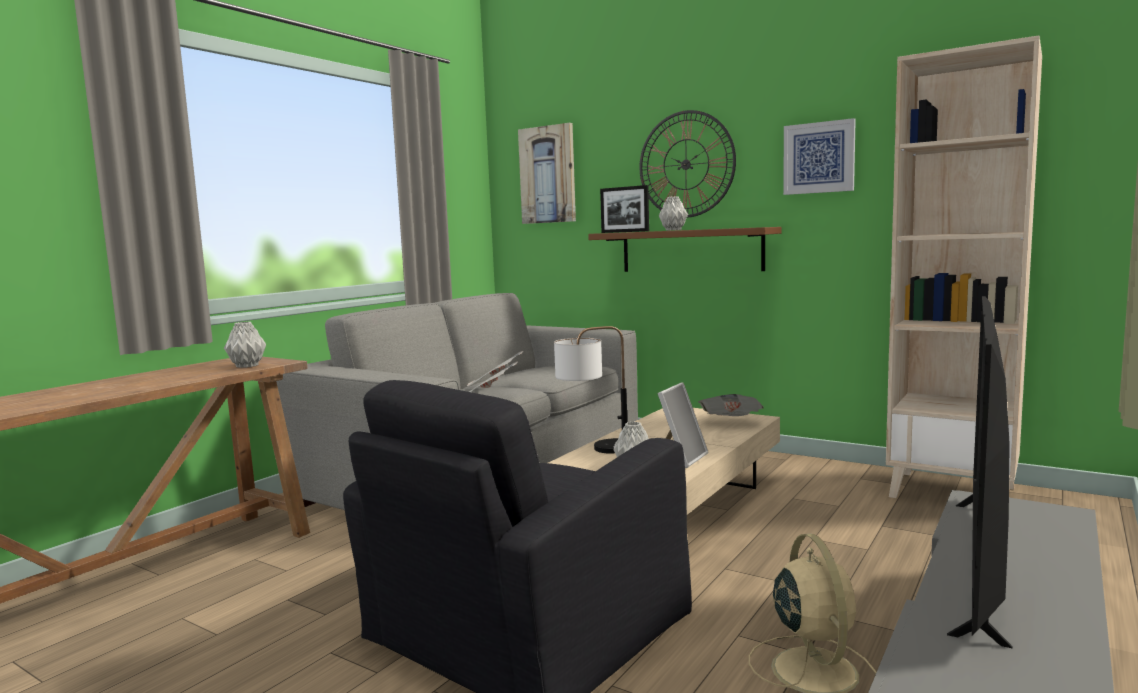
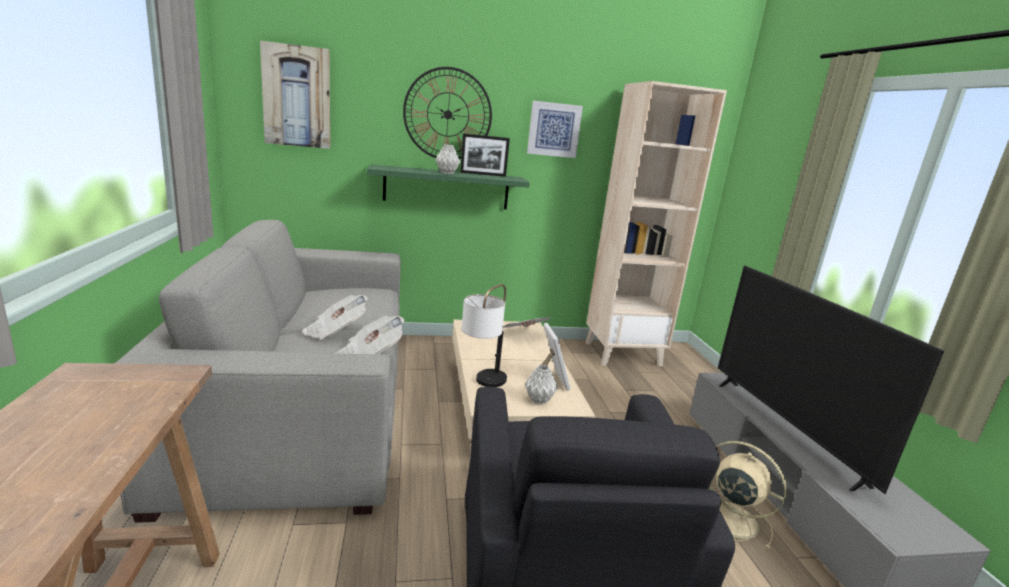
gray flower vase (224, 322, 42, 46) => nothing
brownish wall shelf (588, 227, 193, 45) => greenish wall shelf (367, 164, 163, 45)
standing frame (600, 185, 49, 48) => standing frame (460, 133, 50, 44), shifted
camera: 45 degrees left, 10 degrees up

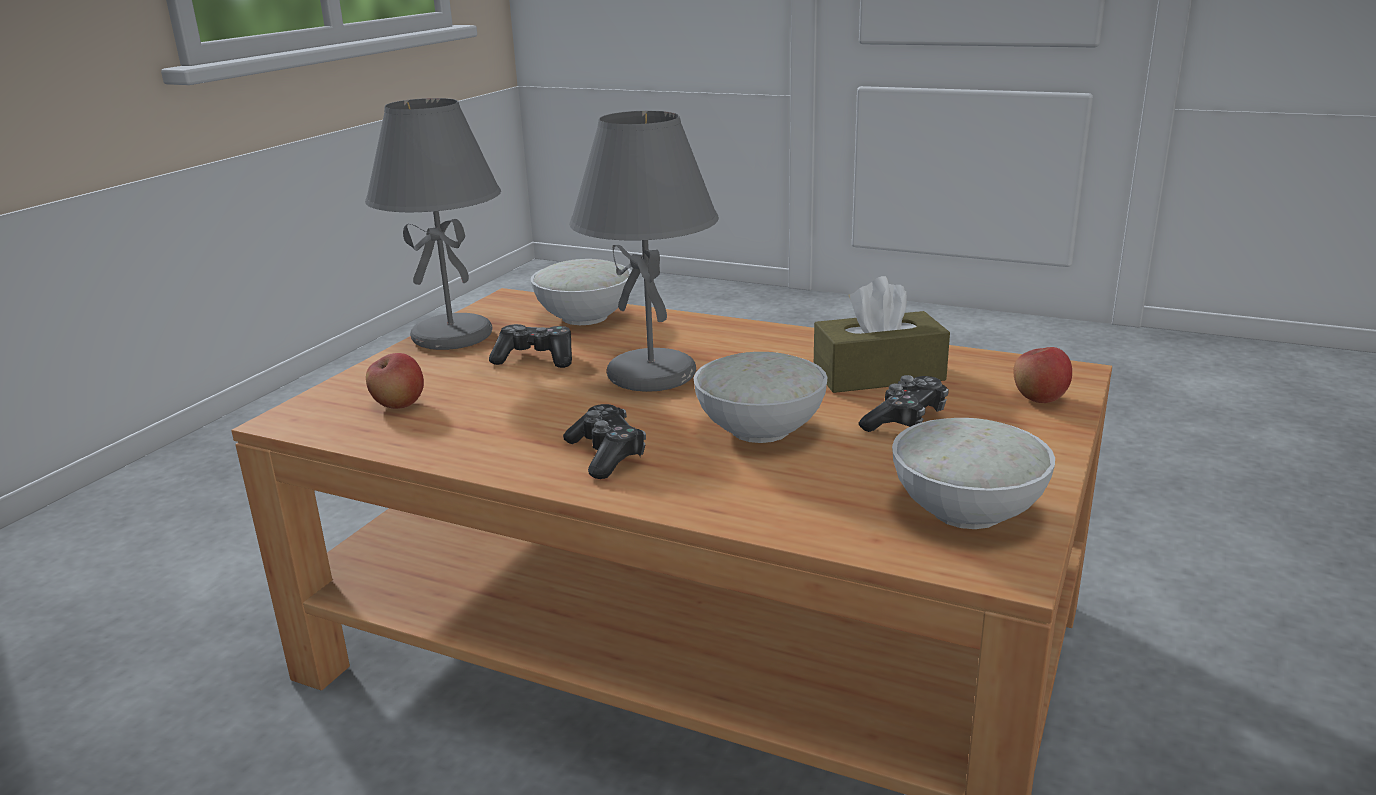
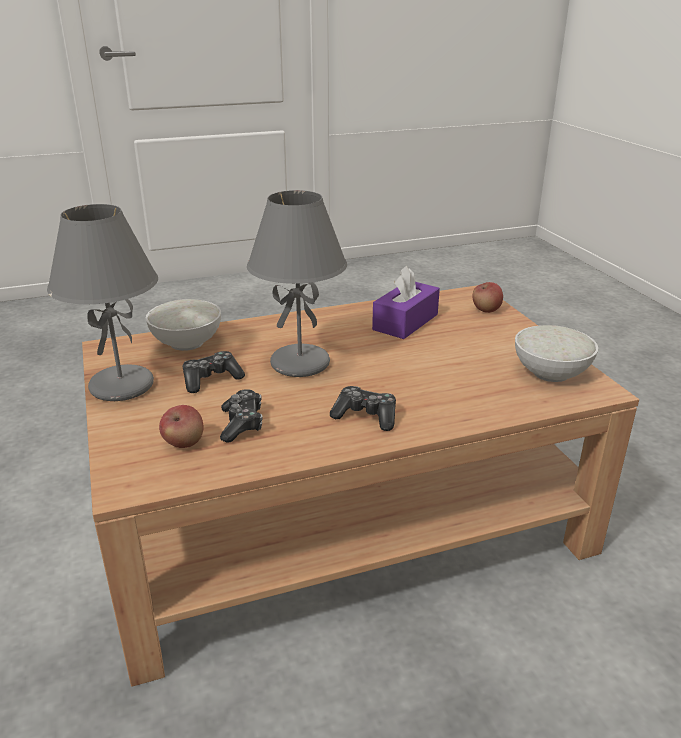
white bowl (694, 352, 133, 91) => nothing
brownish tissue box (814, 276, 136, 117) => purple tissue box (372, 266, 68, 73)
game controller (859, 375, 90, 57) => game controller (220, 389, 43, 54), shifted
camera: 45 degrees left, 5 degrees up

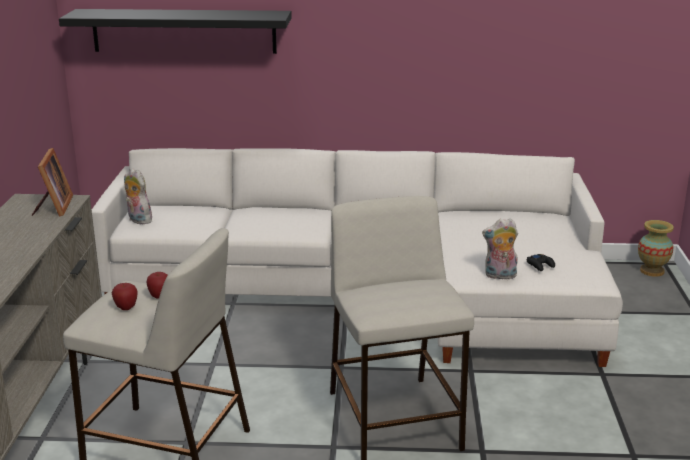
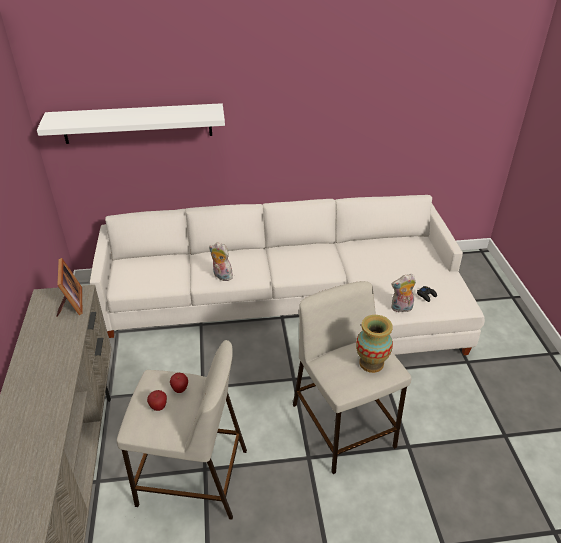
blackish wall shelf (59, 9, 233, 45) => white wall shelf (37, 103, 188, 41)
soft toy (124, 168, 28, 56) => soft toy (209, 242, 24, 39), shifted
flower vase (638, 220, 36, 57) => flower vase (356, 315, 37, 58), shifted
camera: 10 degrees left, 15 degrees up

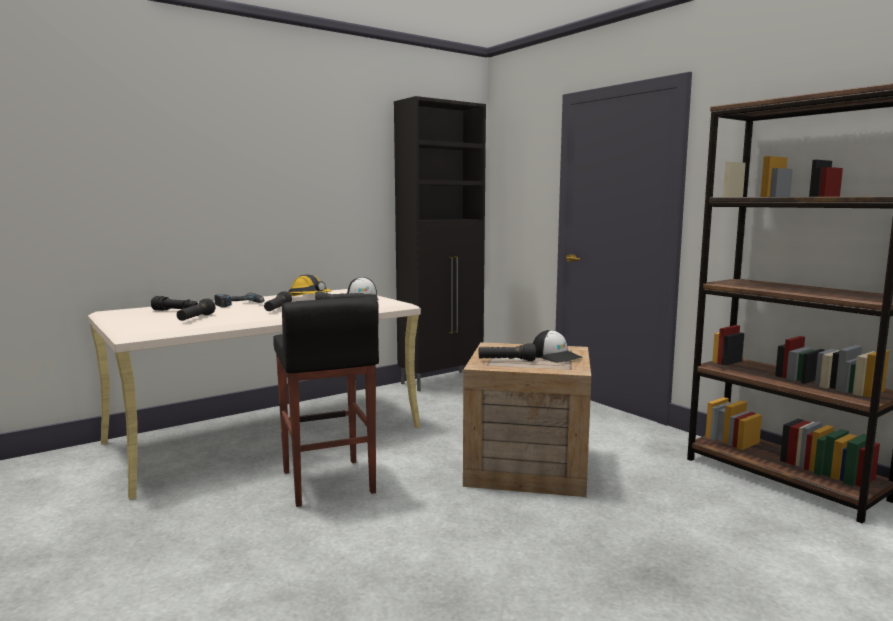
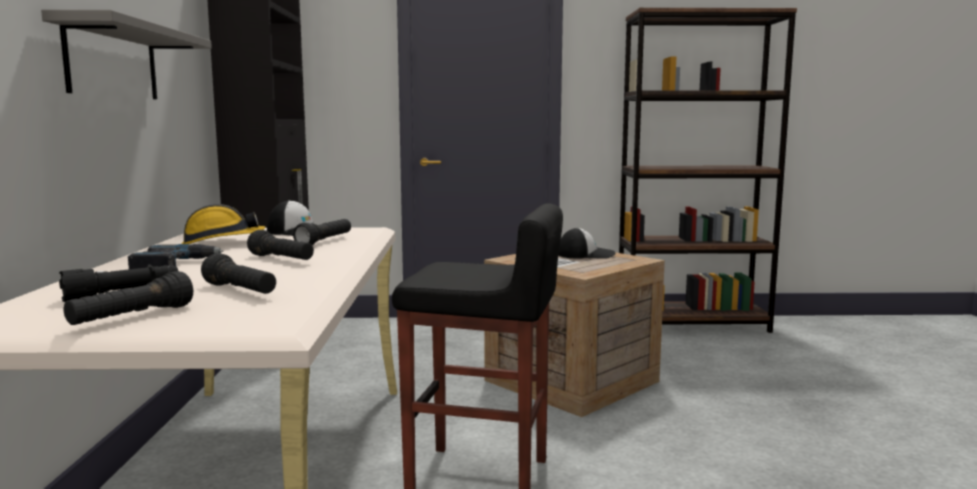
blackish hand torch (479, 343, 57, 18) => blackish hand torch (64, 271, 129, 54), shifted
nothing => gray wall shelf (41, 10, 171, 89)
camera: 55 degrees left, 0 degrees up

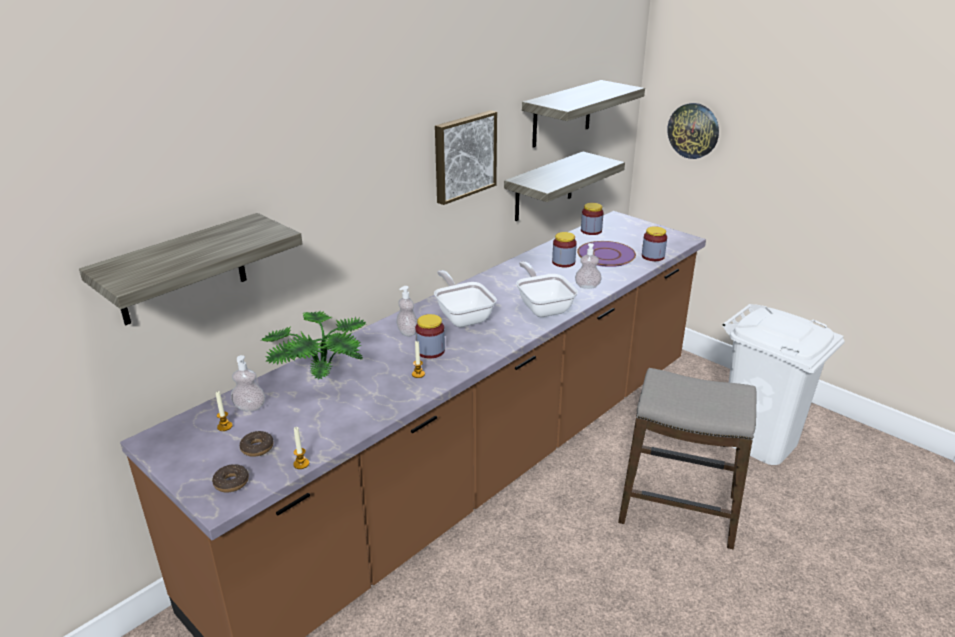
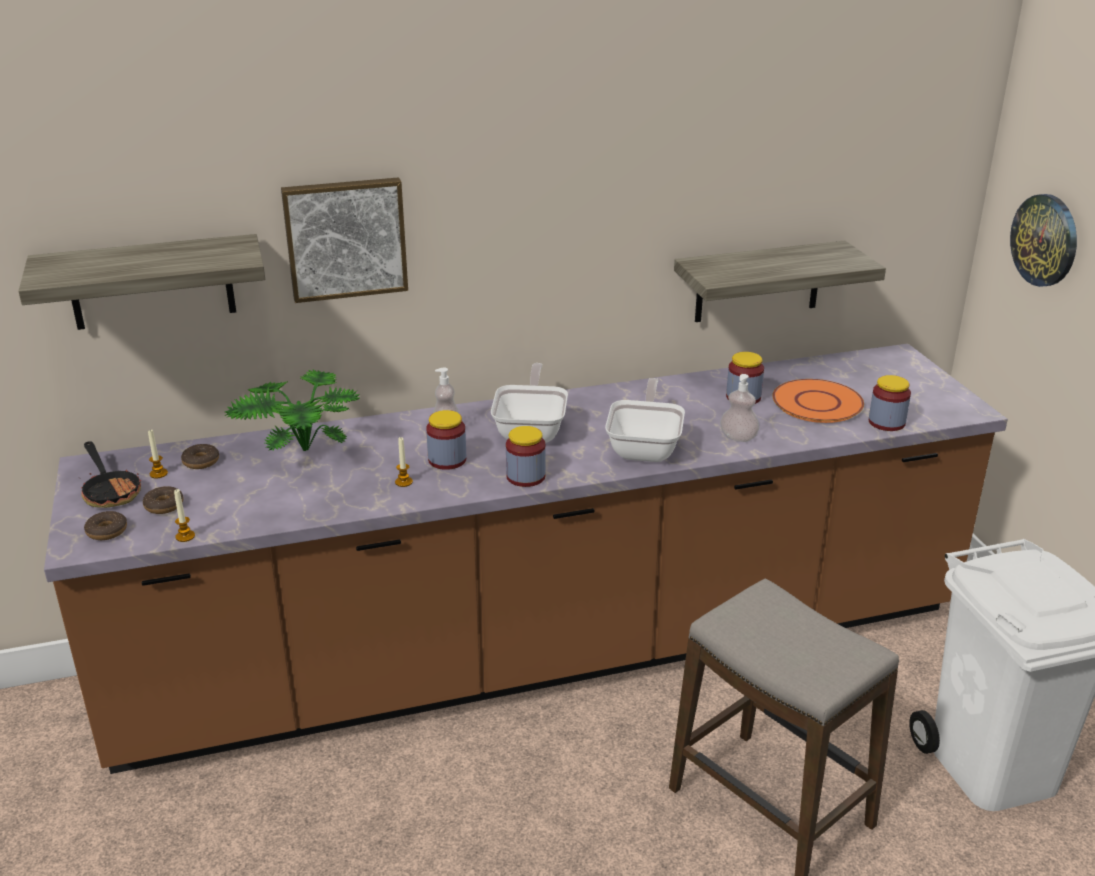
soap bottle (231, 355, 34, 56) => donut (181, 444, 38, 25)
wall picture (435, 110, 62, 95) => wall picture (281, 177, 127, 126), shifted
wall shelf (522, 80, 123, 67) => nothing
purple flat dish (577, 241, 59, 26) => orange flat dish (772, 379, 92, 44)
preserve jar (581, 203, 23, 32) => preserve jar (506, 426, 40, 61), shifted
nothing => skillet (78, 441, 63, 67)
camera: 30 degrees right, 0 degrees up

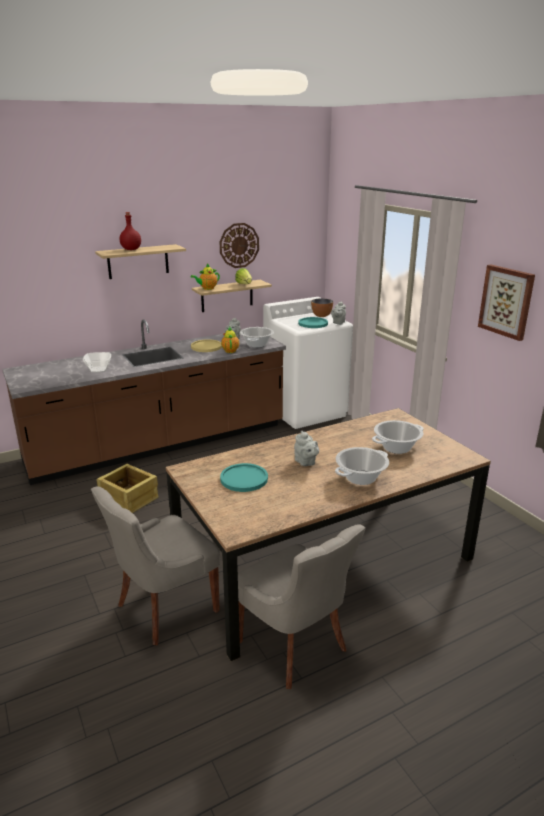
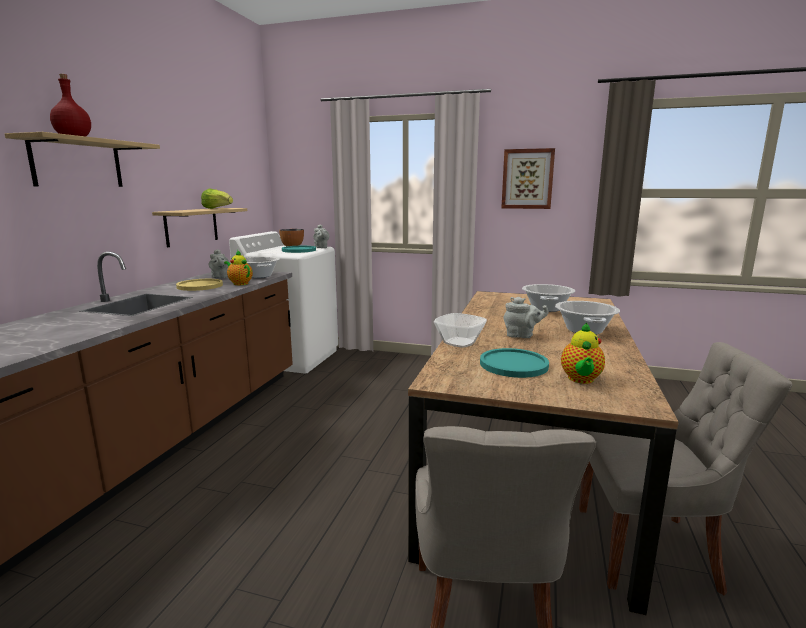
bowl (83, 352, 28, 21) => bowl (434, 313, 53, 35), shifted
crate (96, 464, 62, 49) => nothing
pot for tea (191, 264, 29, 26) => pot for tea (561, 322, 44, 62), shifted
clock on the wall (219, 223, 40, 45) => nothing
camera: 45 degrees left, 10 degrees down

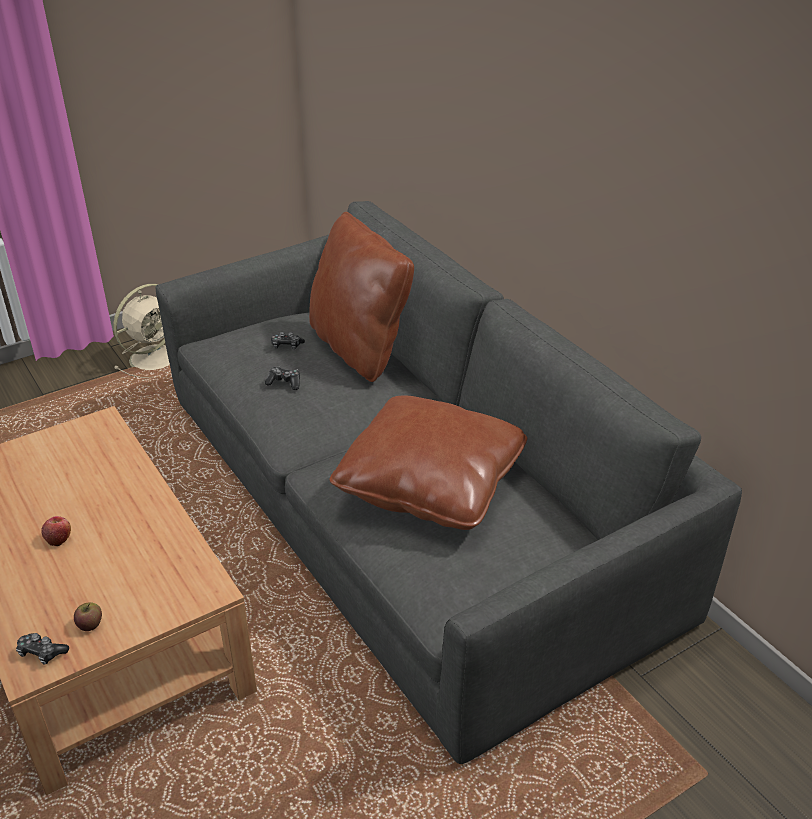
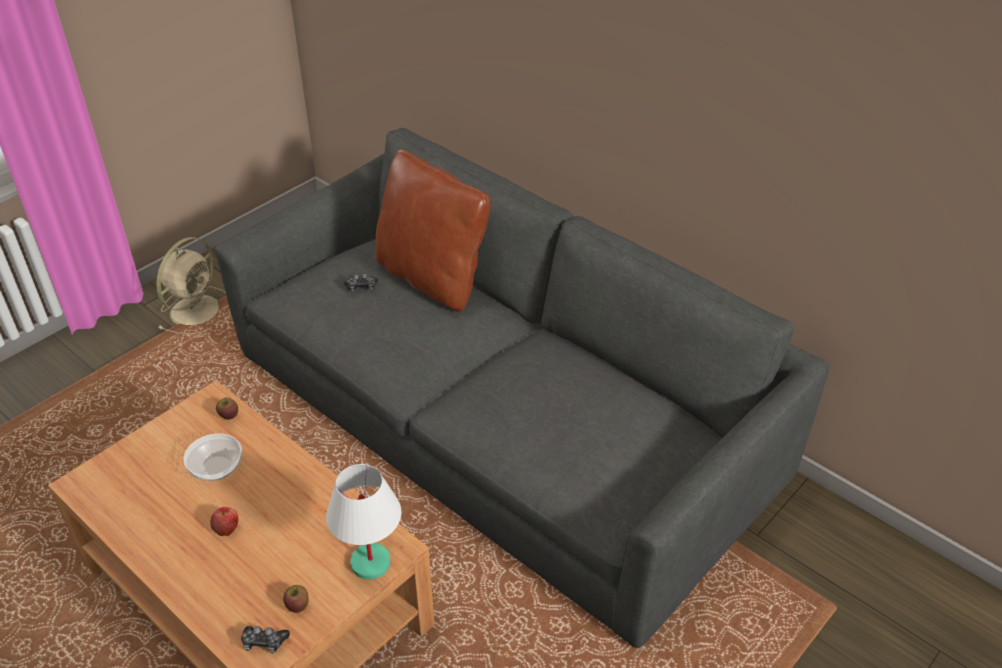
game controller (265, 366, 35, 24) => nothing
brownish pillow (329, 395, 198, 135) => nothing
nothing => bowl (184, 433, 58, 48)
nothing => apple fruit (216, 397, 22, 23)
nothing => white table lamp (326, 464, 76, 116)
camera: 15 degrees left, 5 degrees up

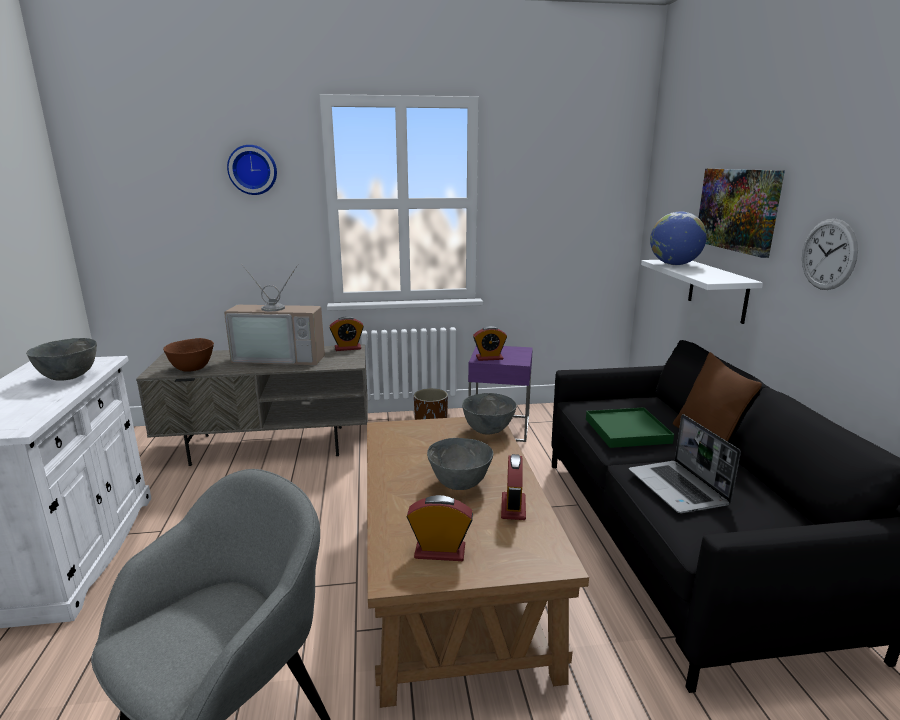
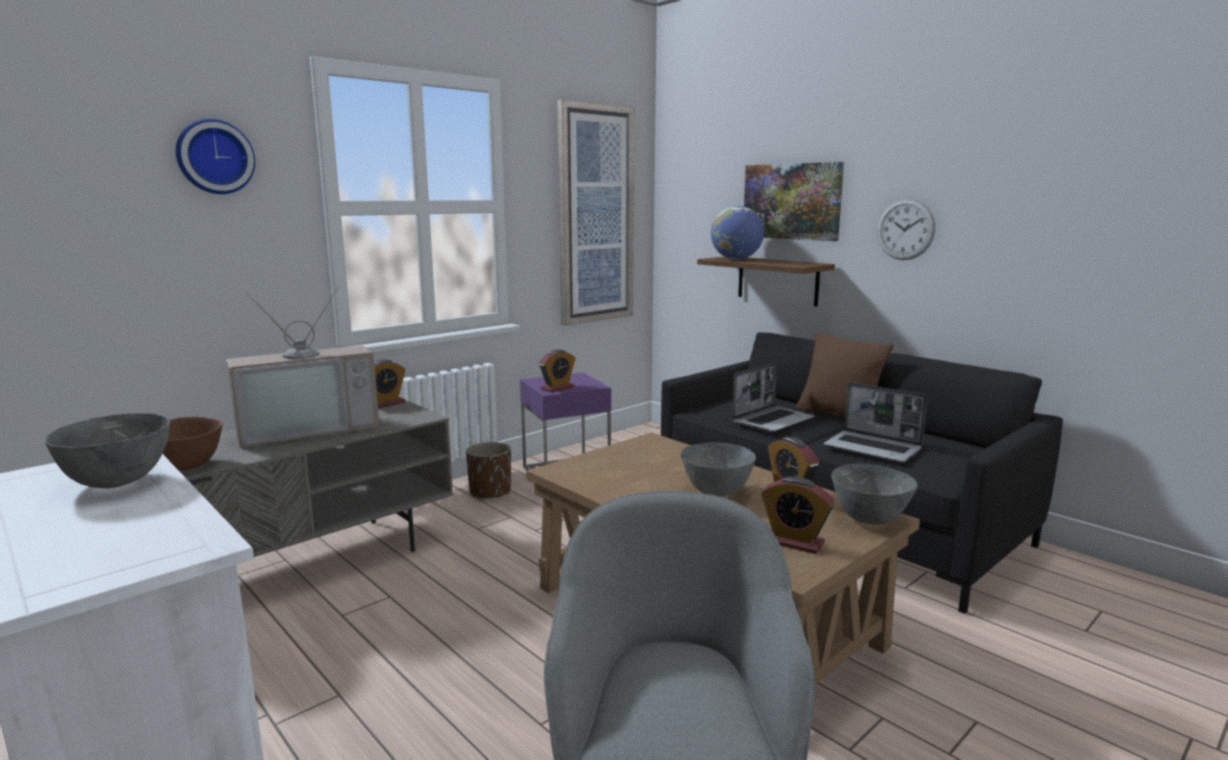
alarm clock (407, 495, 66, 66) => alarm clock (761, 476, 74, 78), 120 degrees counterclockwise
gray bowl (462, 393, 55, 41) => gray bowl (831, 464, 87, 61), shifted
greenish serving tray (586, 407, 88, 41) => portable computer (732, 362, 82, 70)
white wall shelf (641, 260, 122, 64) => brownish wall shelf (697, 257, 138, 49)
nothing => wall picture (557, 100, 77, 226)
camera: 35 degrees left, 5 degrees down

